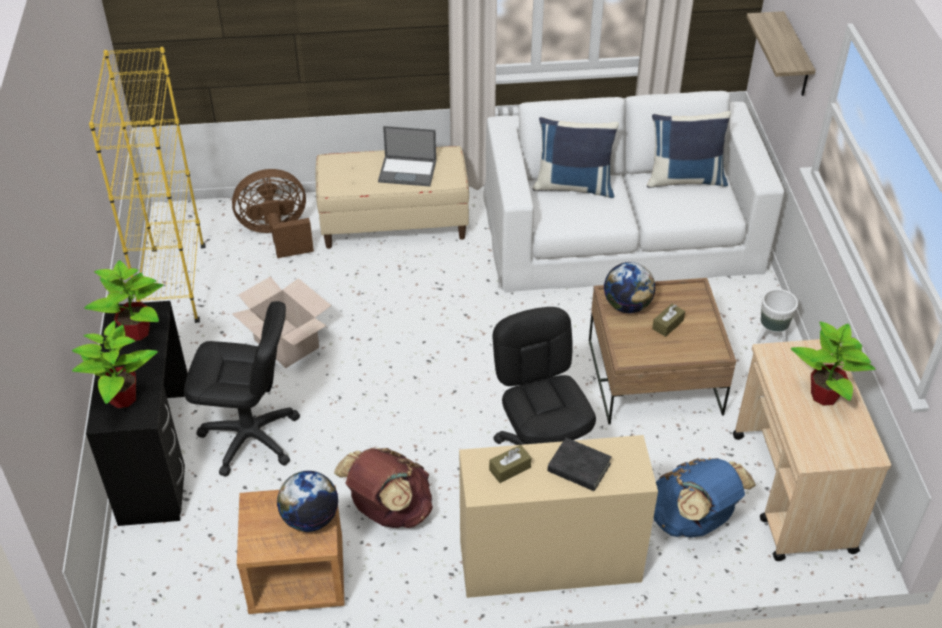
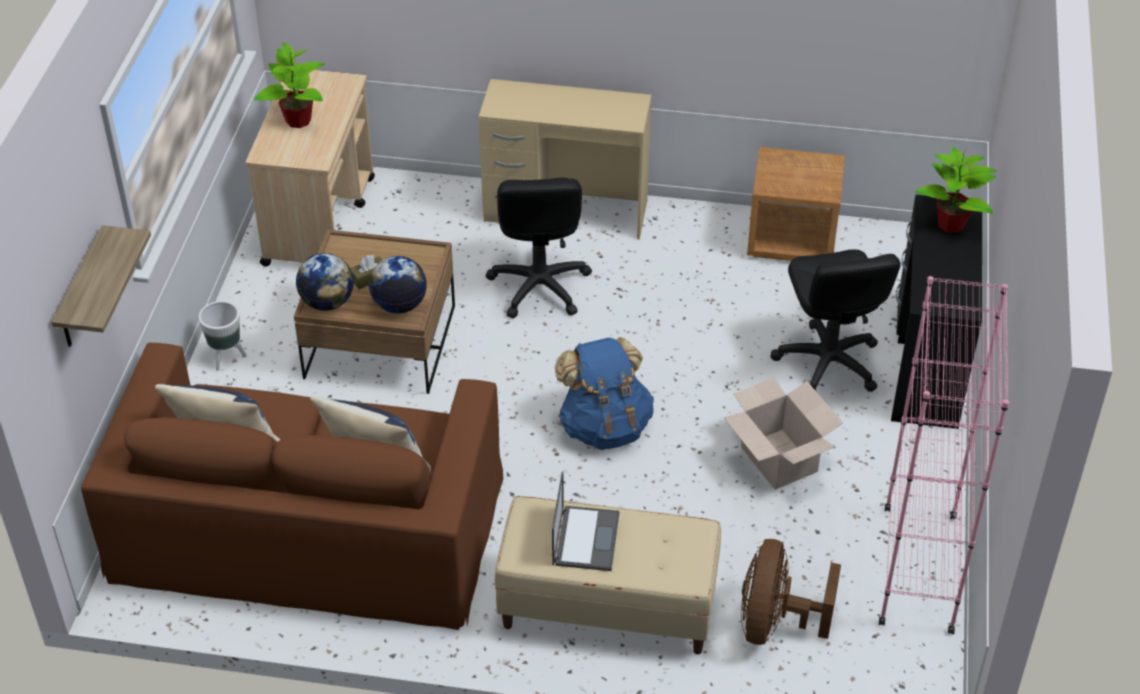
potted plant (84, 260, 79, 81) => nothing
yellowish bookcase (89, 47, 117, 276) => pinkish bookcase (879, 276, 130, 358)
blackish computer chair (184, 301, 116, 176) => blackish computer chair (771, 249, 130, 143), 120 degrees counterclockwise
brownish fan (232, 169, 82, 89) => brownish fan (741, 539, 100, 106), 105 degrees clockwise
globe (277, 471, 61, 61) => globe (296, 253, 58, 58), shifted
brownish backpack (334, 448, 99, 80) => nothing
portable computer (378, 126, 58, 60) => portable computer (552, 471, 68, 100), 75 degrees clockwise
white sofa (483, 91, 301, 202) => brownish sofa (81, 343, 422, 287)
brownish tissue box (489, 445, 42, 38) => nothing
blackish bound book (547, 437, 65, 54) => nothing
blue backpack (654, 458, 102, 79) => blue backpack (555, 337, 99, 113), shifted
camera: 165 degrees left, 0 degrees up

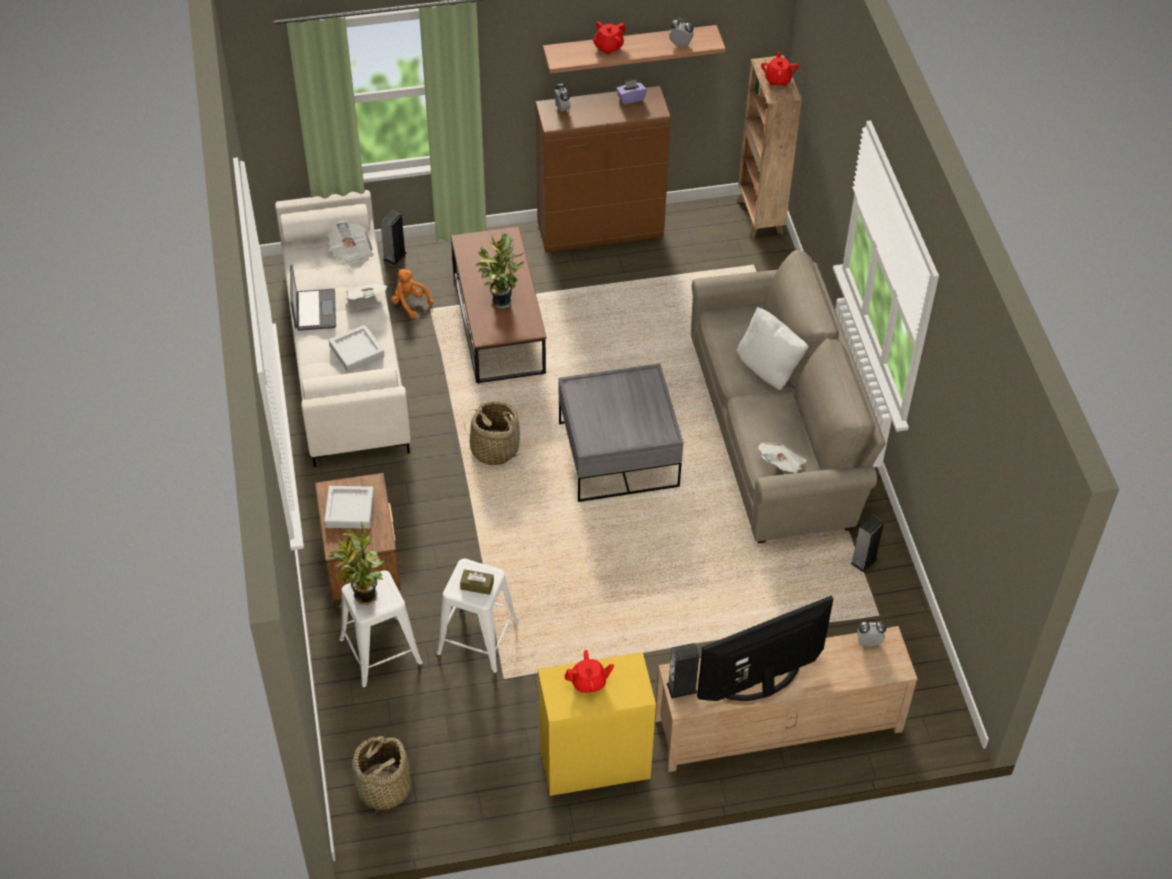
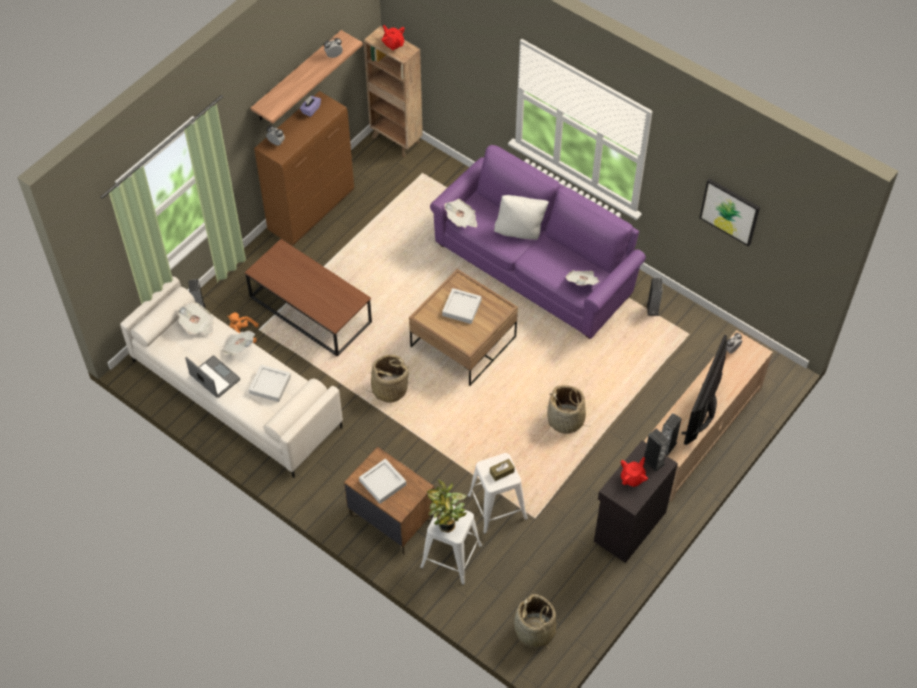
potted plant (475, 233, 49, 75) => nothing
yellowish cabinet (538, 652, 118, 144) => blackish cabinet (594, 440, 84, 123)
gray lounge table (559, 364, 124, 138) => brownish lounge table (409, 269, 109, 117)
red-coloured pot for tea (593, 21, 33, 34) => nothing
beige-coloured sofa (691, 250, 195, 294) => purple sofa (430, 145, 216, 194)
nothing => gray serving tray (442, 288, 39, 36)
nothing => newspaper (444, 199, 33, 29)
nothing => storage basket (545, 385, 41, 49)
nothing => loudspeaker (644, 428, 25, 44)
nothing => wall picture (699, 179, 61, 68)
camera: 40 degrees left, 5 degrees up

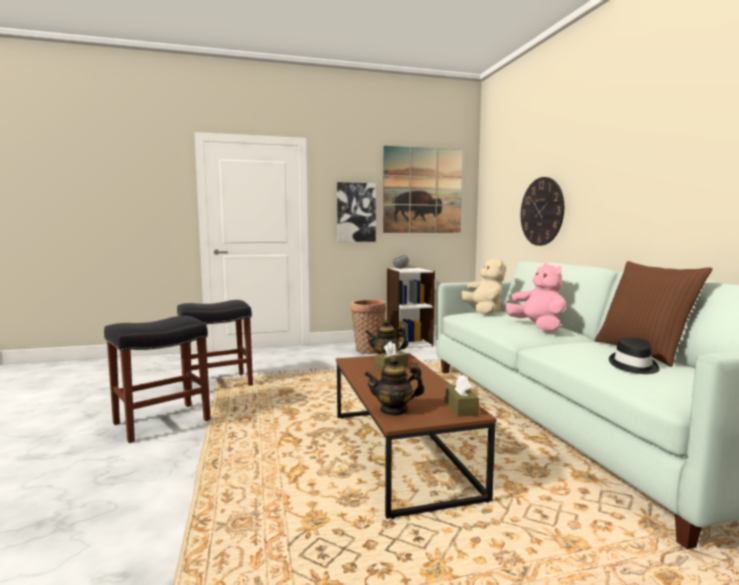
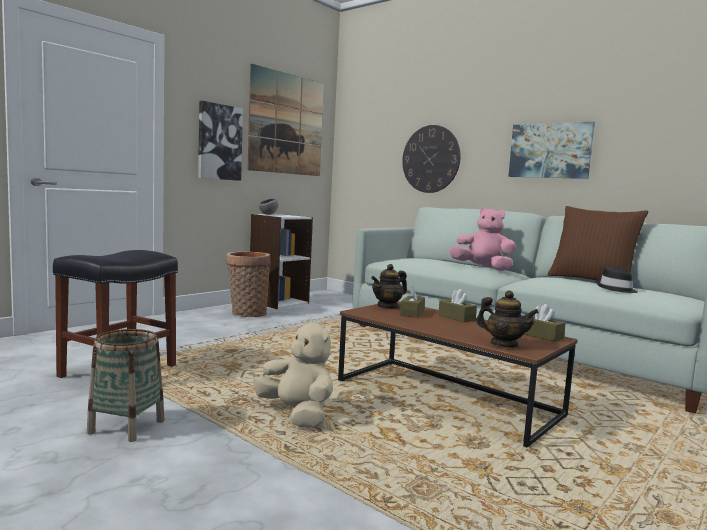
blackish stool (104, 316, 107, 127) => storage basket (87, 329, 78, 113)
pot for tea (364, 357, 61, 59) => pot for tea (476, 290, 63, 58), 105 degrees counterclockwise
beige-coloured soft toy (461, 257, 44, 58) => beige-coloured soft toy (253, 319, 80, 109), shifted
nothing => brownish tissue box (438, 289, 39, 33)
nothing => wall picture (508, 122, 87, 57)
camera: 35 degrees left, 0 degrees up

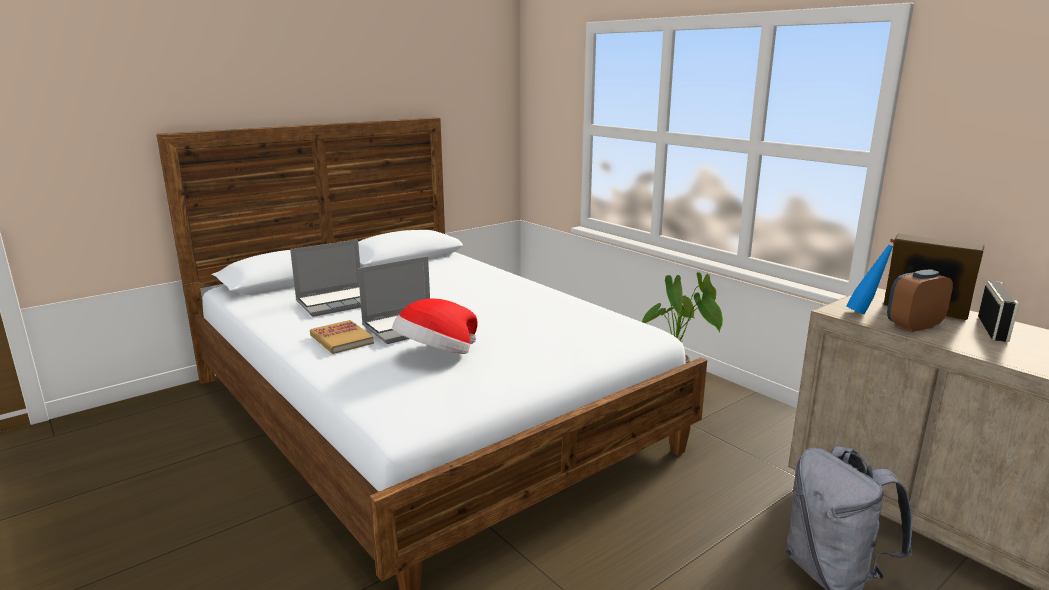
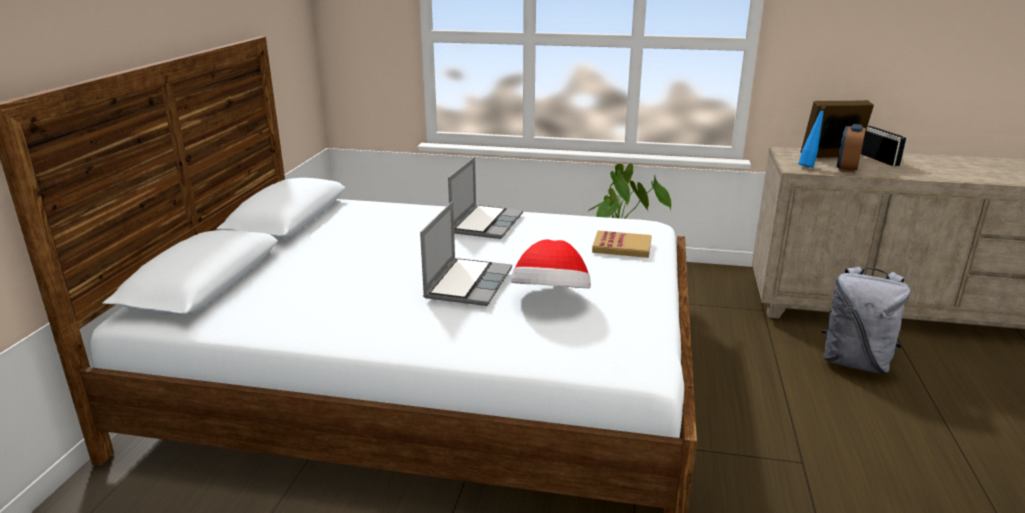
portable computer (290, 240, 71, 77) => portable computer (448, 157, 75, 82), shifted
bound book (310, 320, 64, 34) => bound book (592, 231, 60, 27), shifted
camera: 40 degrees left, 5 degrees up

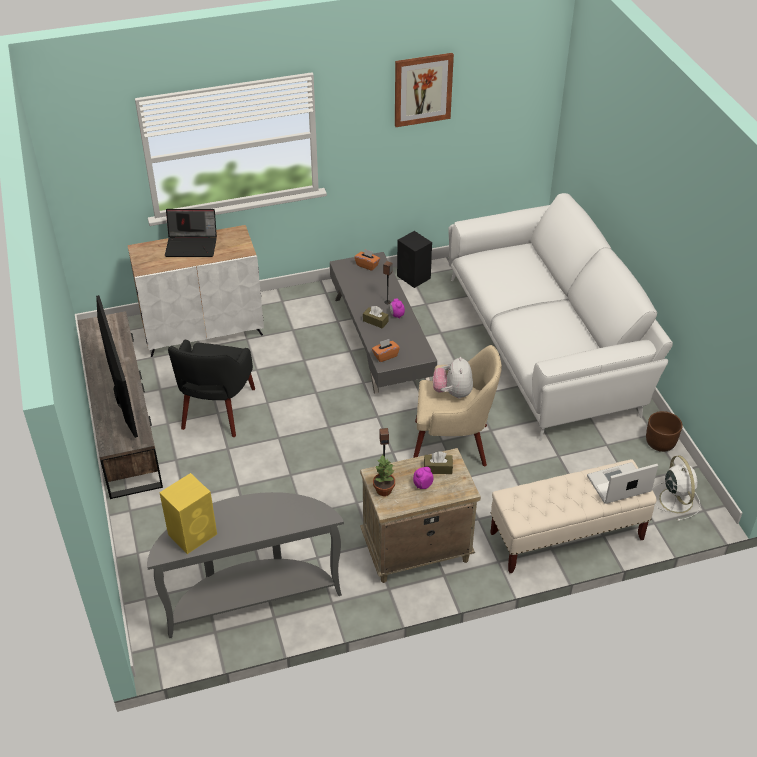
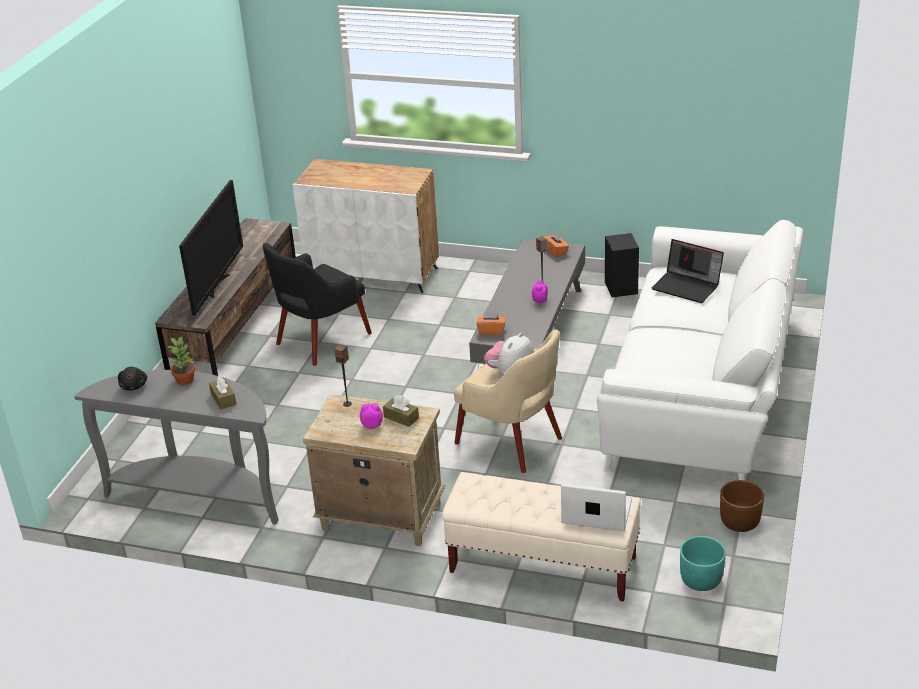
yellowish loudspeaker (159, 473, 58, 81) => blackish soft toy (118, 367, 29, 23)
portable computer (165, 209, 52, 48) => portable computer (652, 239, 72, 64), shifted
brownish tissue box (363, 306, 25, 23) => brownish tissue box (209, 376, 27, 33), shifted
potted plant (373, 454, 22, 42) => potted plant (168, 337, 27, 48), shifted
wall picture (395, 53, 59, 74) => nothing
white fan (653, 455, 47, 66) => turquoise flower pot (680, 536, 46, 55)
camera: 35 degrees right, 10 degrees down

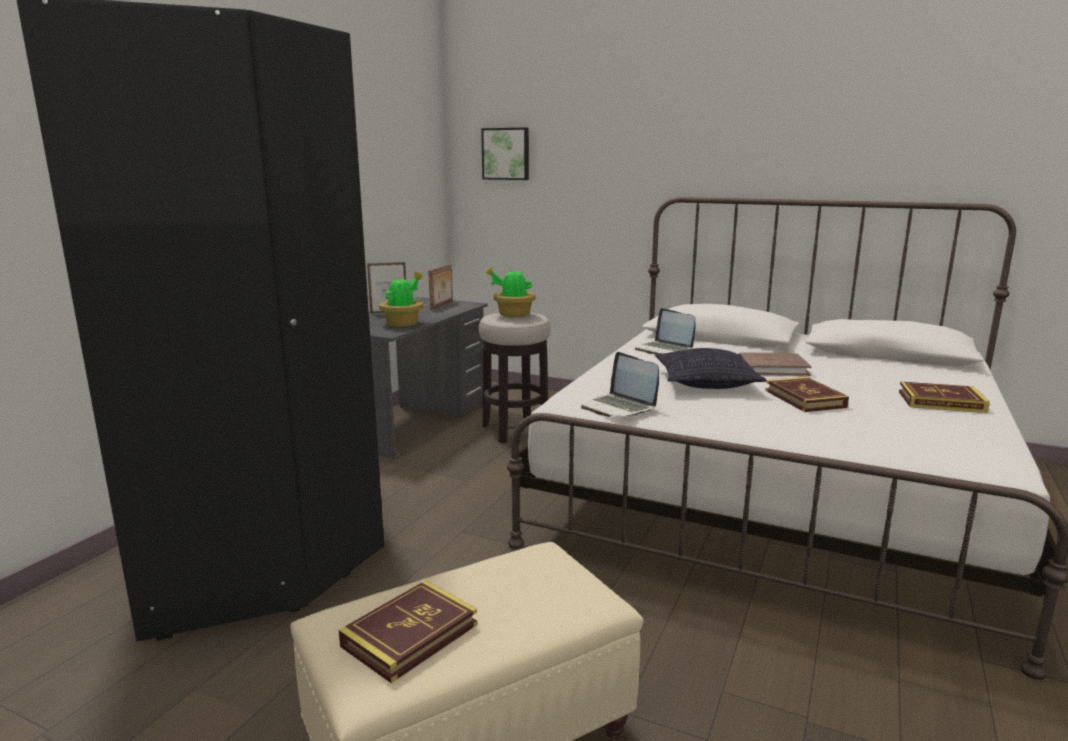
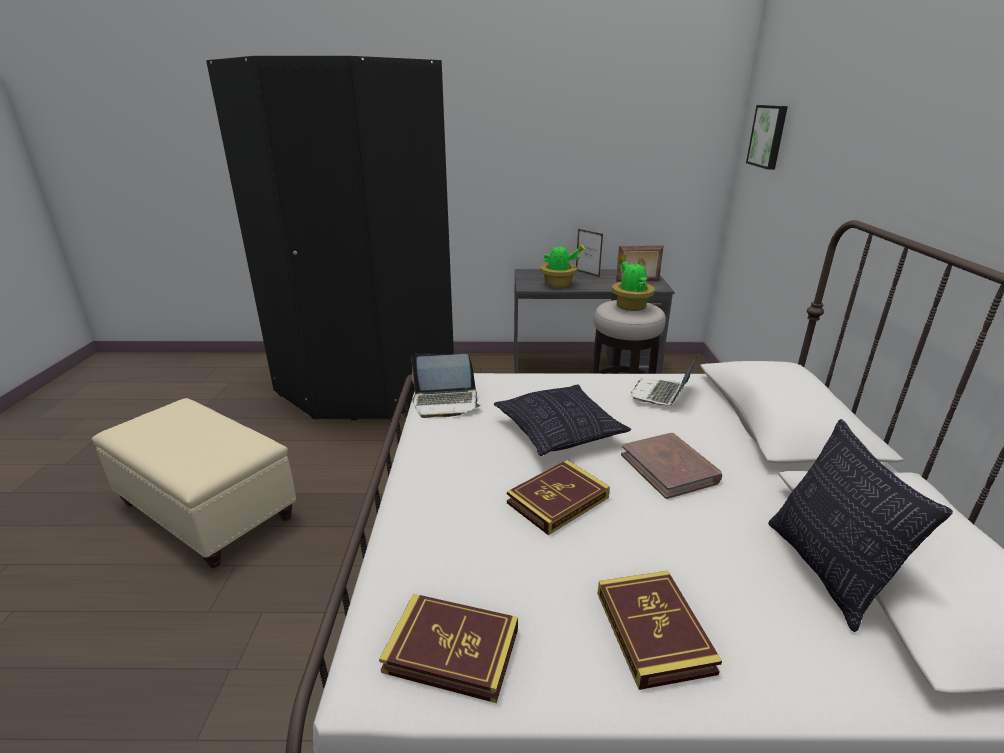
bound book (339, 580, 138, 103) => bound book (379, 594, 139, 109), shifted
portable computer (581, 352, 78, 65) => portable computer (411, 354, 70, 64), 120 degrees counterclockwise
nothing => pillow (768, 419, 185, 213)
camera: 65 degrees right, 10 degrees up

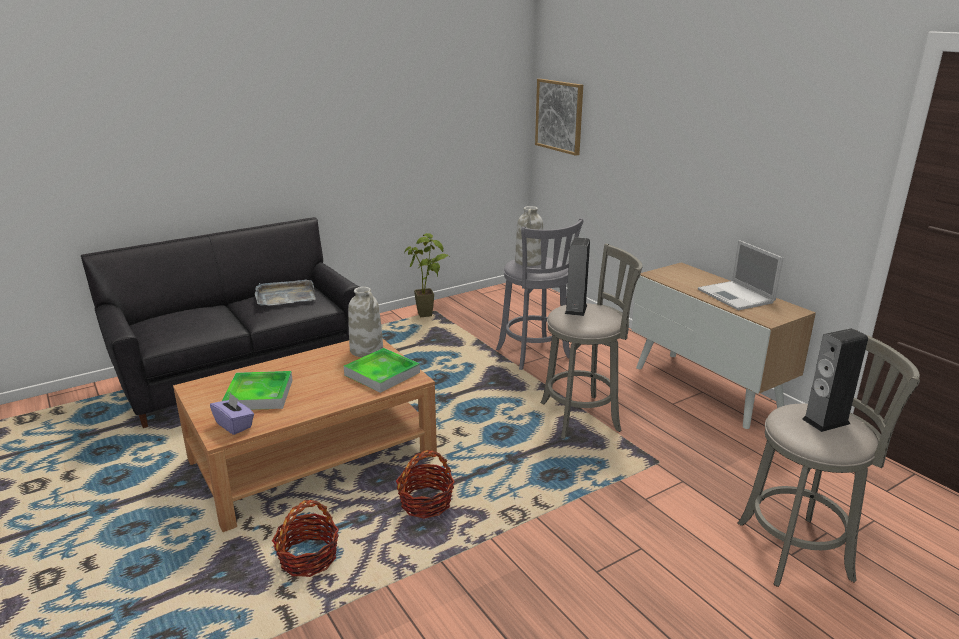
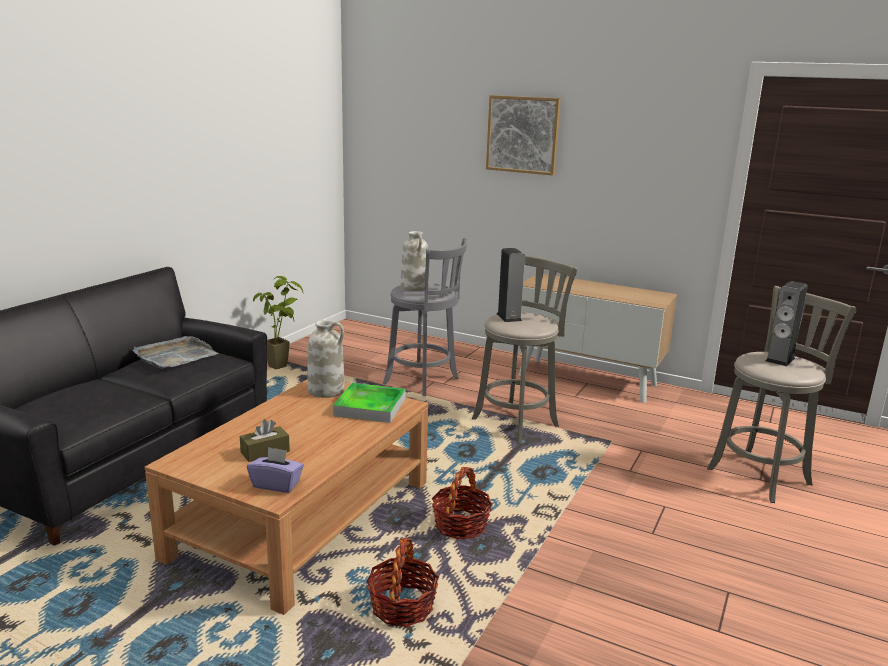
serving tray (222, 371, 71, 39) => brownish tissue box (240, 419, 50, 43)
wall picture (535, 79, 48, 77) => wall picture (486, 95, 75, 81), shifted
portable computer (698, 240, 85, 71) => nothing
camera: 30 degrees left, 5 degrees down

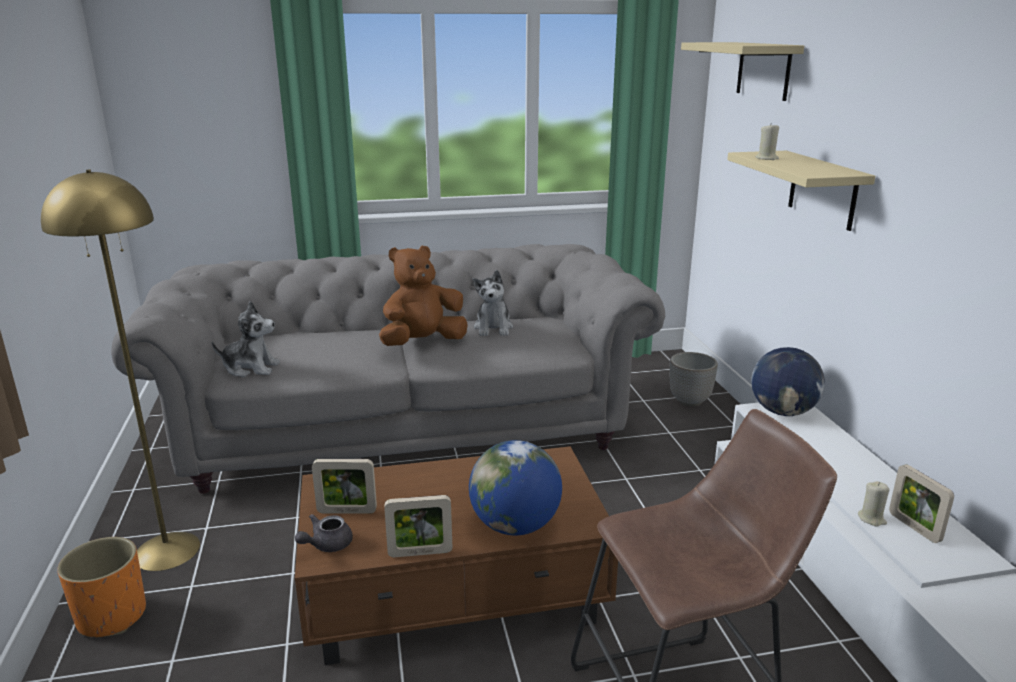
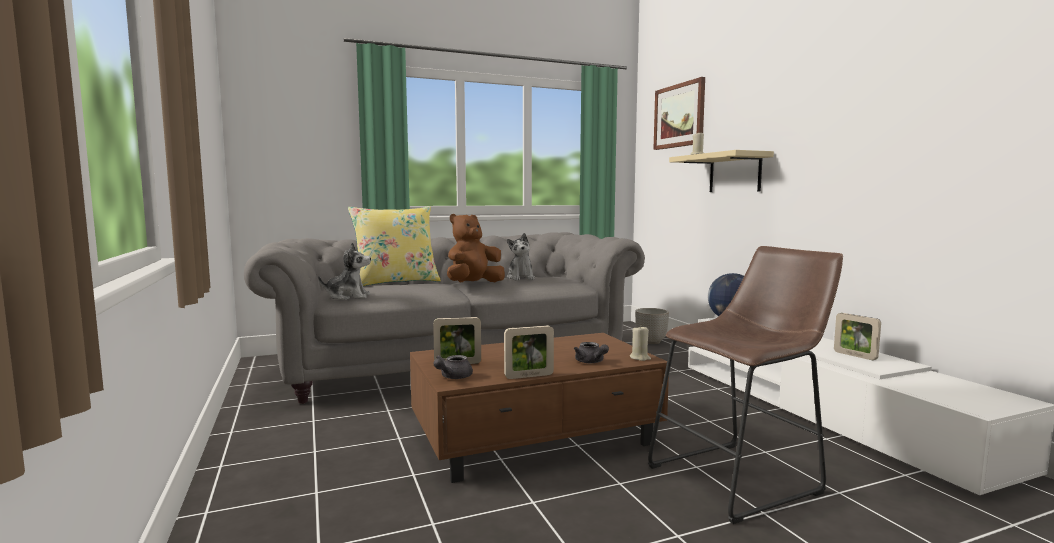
yellowish floor lamp (41, 170, 159, 401) => nothing
orange flower pot (57, 537, 89, 100) => nothing
globe (469, 440, 93, 95) => gray pot for tea (574, 342, 35, 21)
beige-coloured wall shelf (681, 42, 123, 59) => wall picture (653, 77, 52, 73)
beige-coloured wax candle (858, 481, 32, 46) => beige-coloured wax candle (630, 325, 21, 36), shifted
nothing => yellowish pillow (348, 206, 93, 80)
camera: 10 degrees left, 15 degrees down

